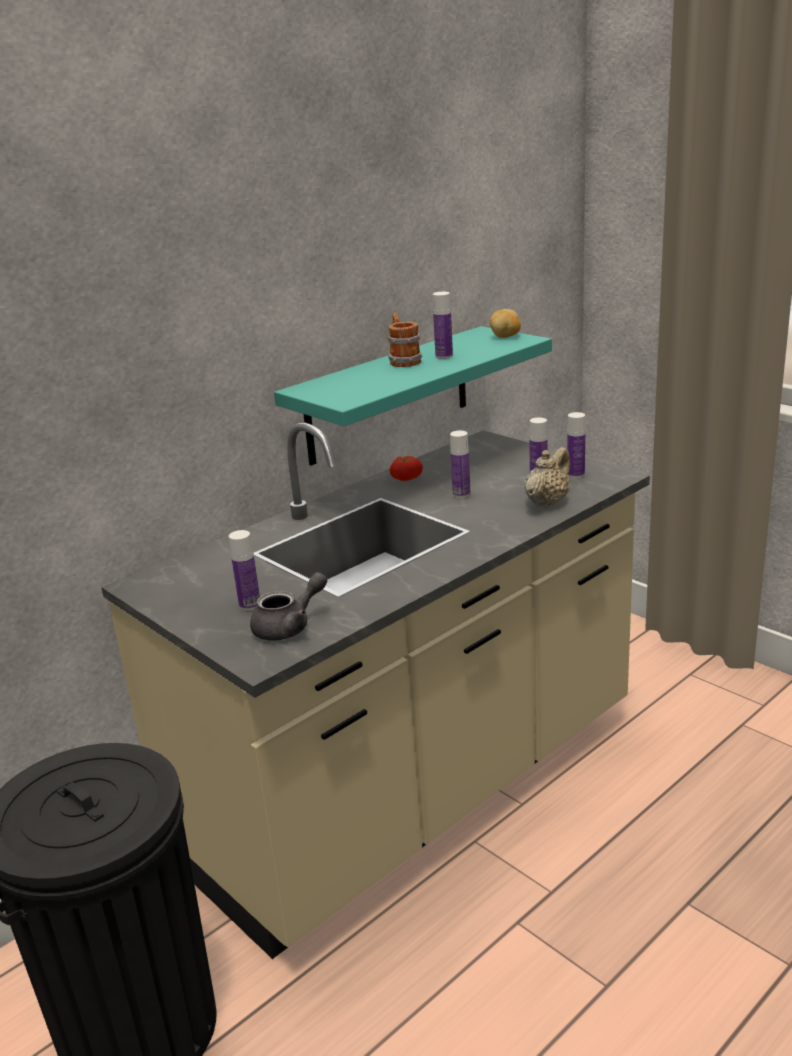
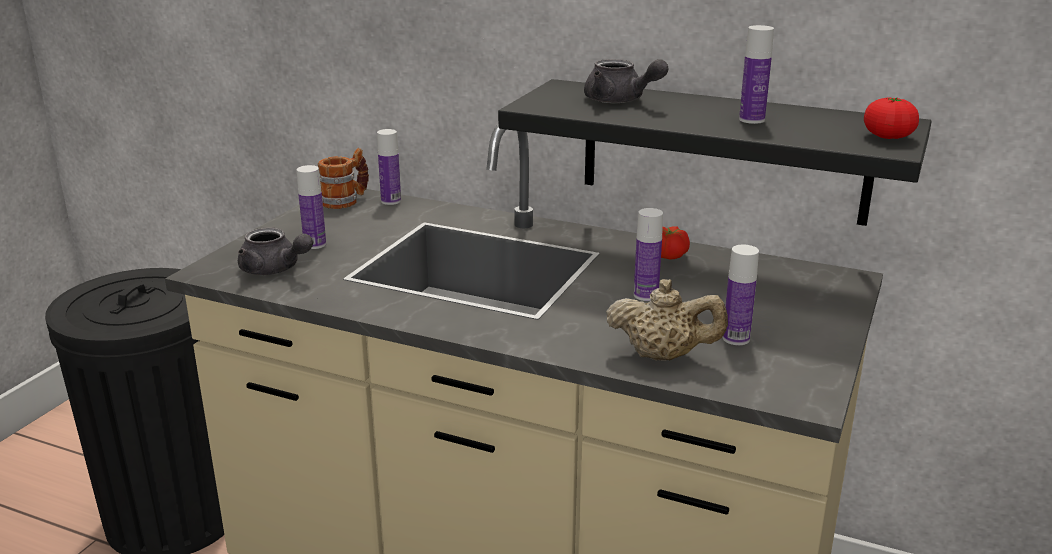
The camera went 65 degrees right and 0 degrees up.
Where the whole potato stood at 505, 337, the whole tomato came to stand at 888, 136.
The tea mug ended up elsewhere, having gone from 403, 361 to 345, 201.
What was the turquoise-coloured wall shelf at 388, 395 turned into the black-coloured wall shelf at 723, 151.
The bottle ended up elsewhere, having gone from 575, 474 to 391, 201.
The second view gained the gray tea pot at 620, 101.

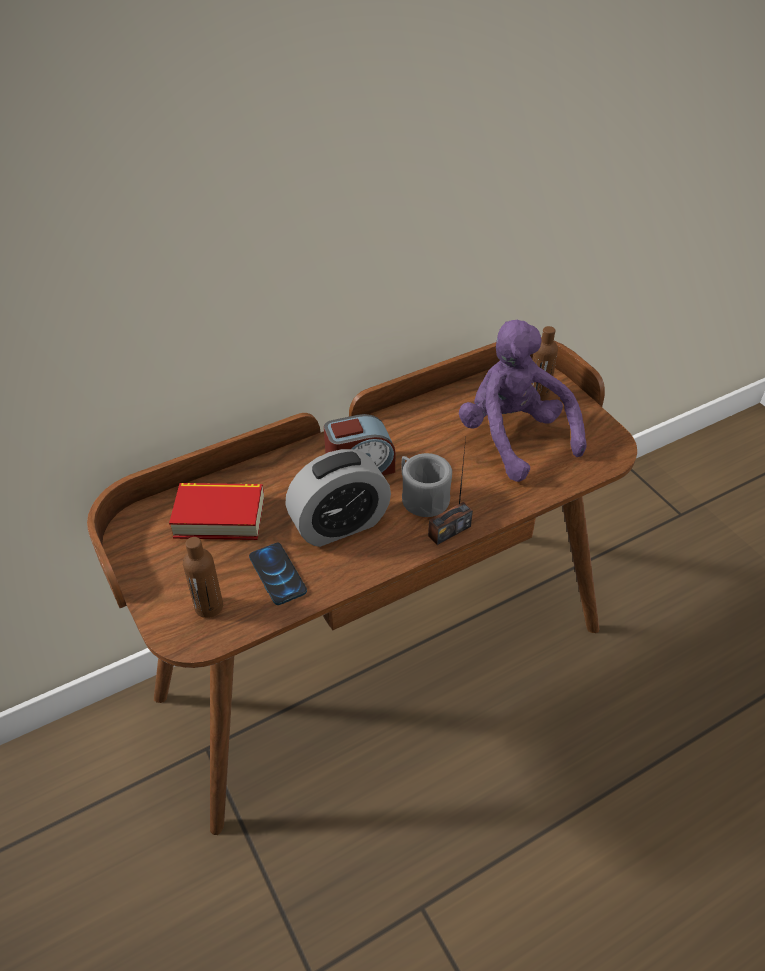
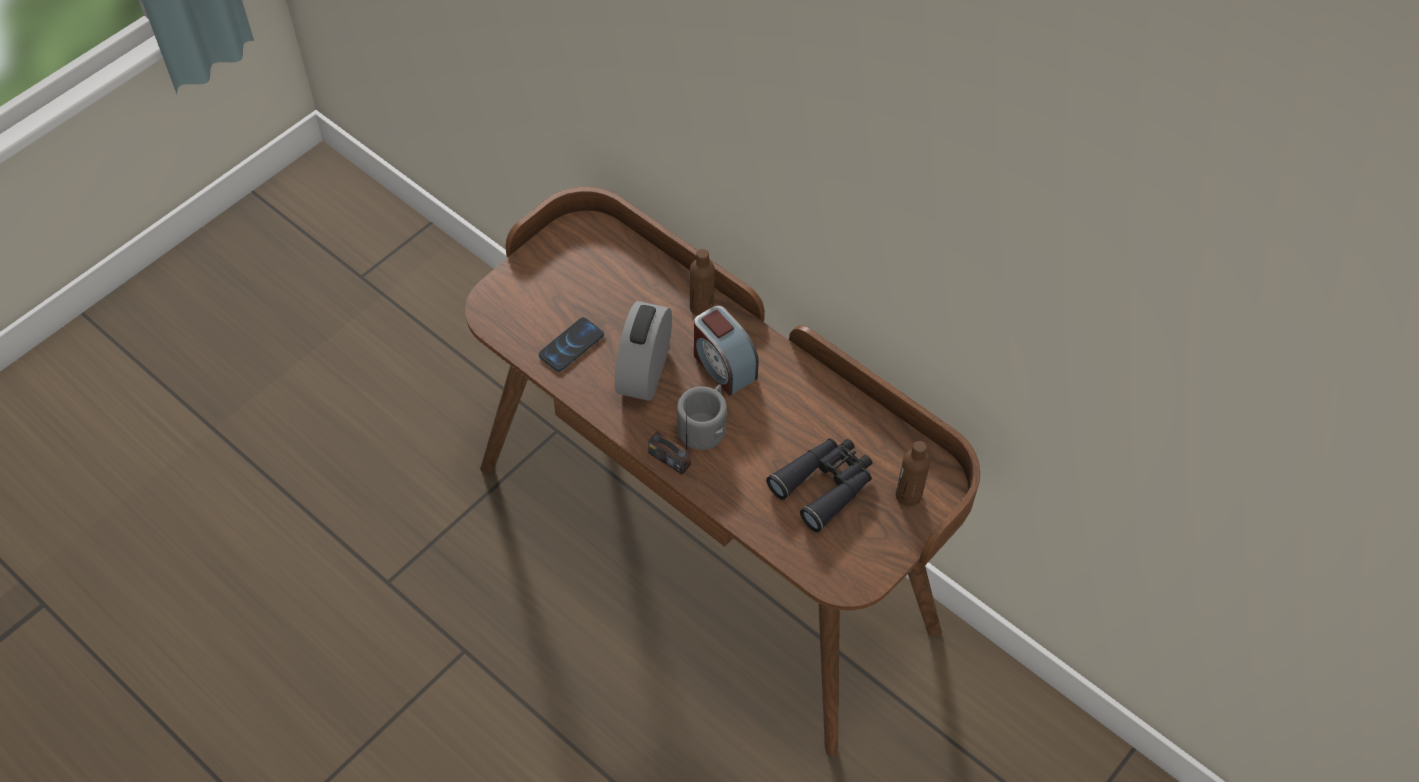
The camera went 70 degrees right and 10 degrees up.
Where the purple-coloured cuddly toy stood at 513, 437, the black-coloured field glasses came to stand at 825, 485.
The alarm clock at 339, 524 ended up facing another way, 60 degrees clockwise from before.
The second view lost the bound book at 219, 517.
The brown-coloured bottle ended up elsewhere, having gone from 209, 606 to 701, 307.

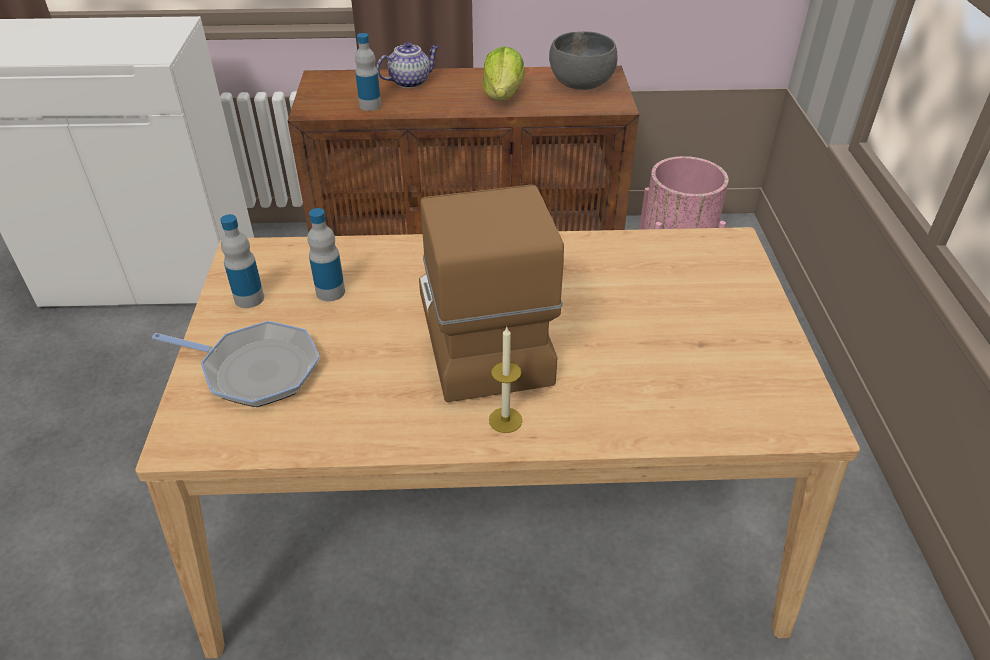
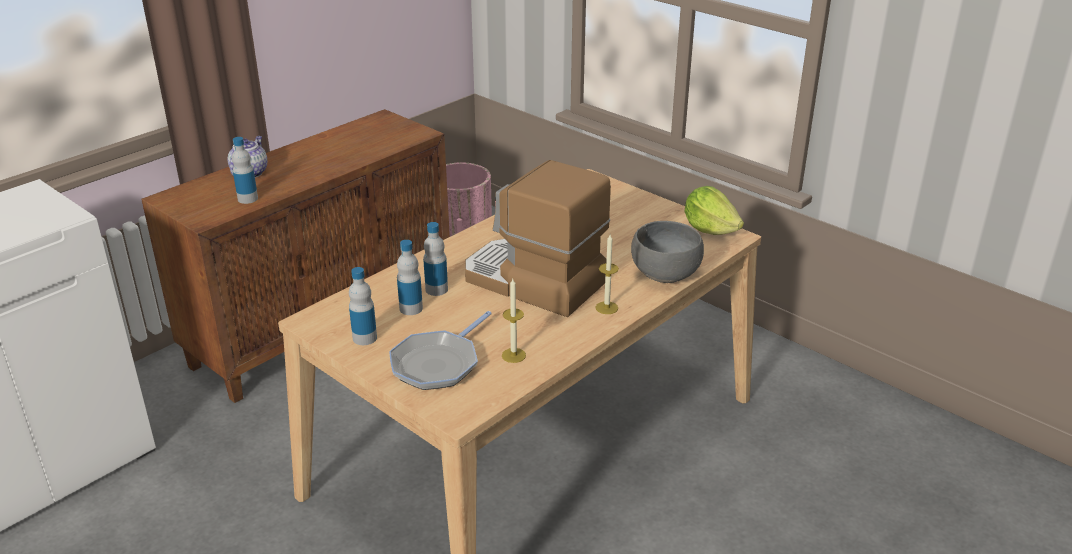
The camera went 45 degrees left and 10 degrees down.
The gray serving bowl ended up elsewhere, having gone from 581, 82 to 665, 273.
The lettuce head ended up elsewhere, having gone from 503, 95 to 710, 229.
The pan at 256, 370 ended up facing another way, 150 degrees clockwise from before.
The second view gained the bottle at 436, 289.
The second view gained the candle at 513, 355.

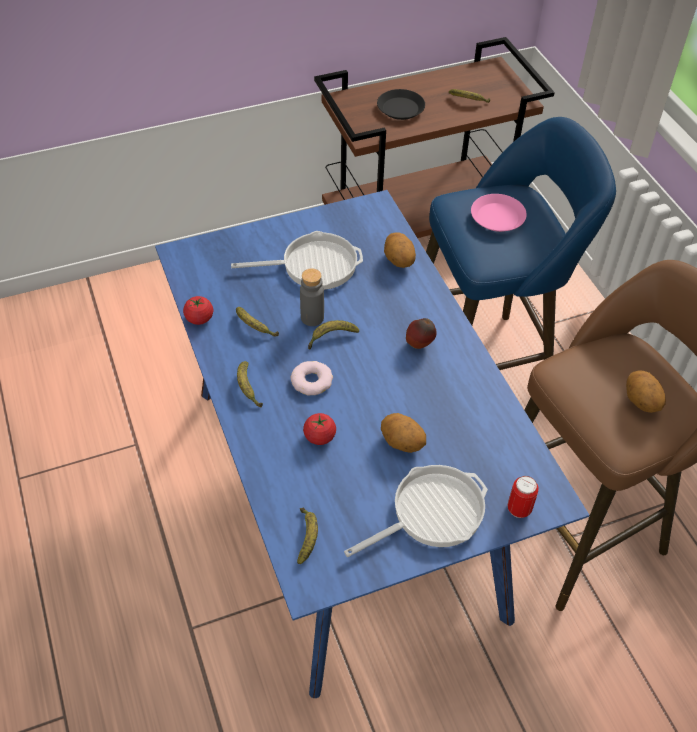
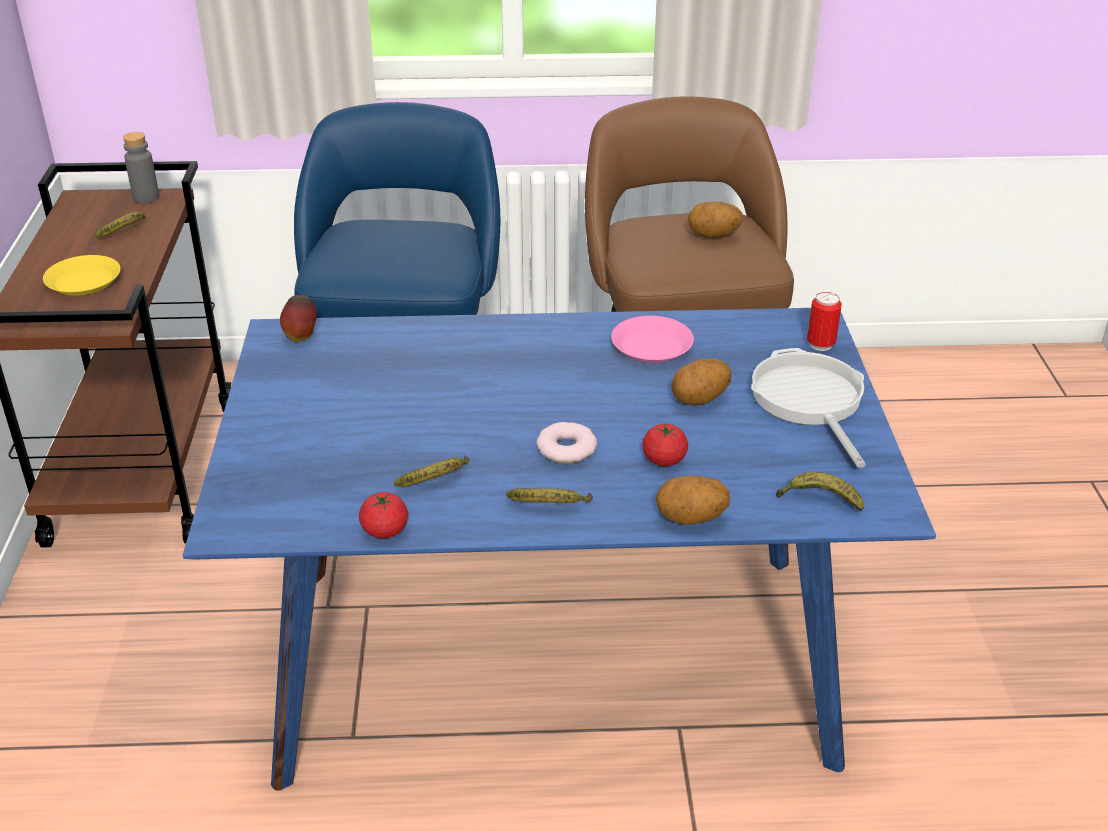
The camera went 70 degrees left and 15 degrees down.
What was the black-coloured flat dish at 400, 108 turned into the yellowish flat dish at 83, 281.
The pink-coloured flat dish ended up elsewhere, having gone from 497, 217 to 652, 346.
The second view lost the pan at 313, 265.
The whole potato ended up elsewhere, having gone from 398, 261 to 691, 520.
The gray bottle ended up elsewhere, having gone from 312, 317 to 146, 198.
The whole apple ended up elsewhere, having gone from 419, 344 to 301, 337.
The second view lost the banana fruit at 331, 337.

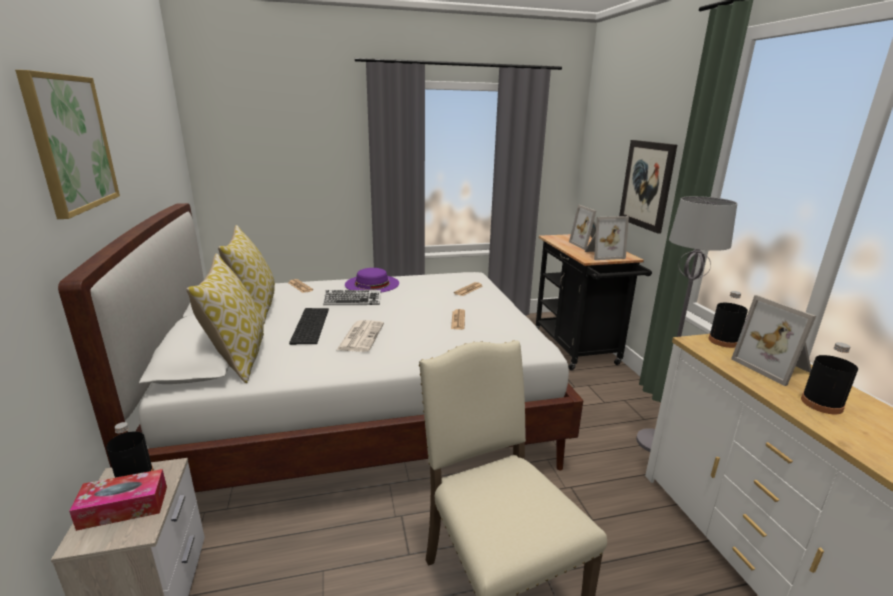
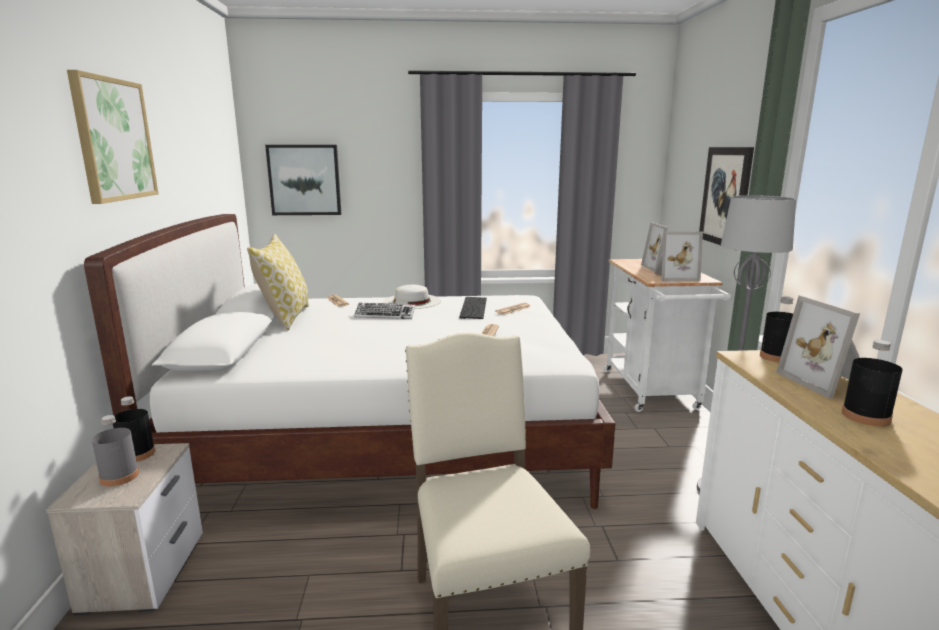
The camera went 10 degrees right and 5 degrees down.
What was the black-coloured cart at 578, 350 turned into the white cart at 652, 392.
The second view lost the cushion at 238, 358.
What was the purple-coloured wearable hat at 372, 284 turned into the white wearable hat at 412, 301.
The PC keyboard ended up elsewhere, having gone from 309, 325 to 472, 307.
The second view lost the printed paper at 361, 336.
Where the tissue holder stood at 124, 507, the gray bottle came to stand at 119, 476.
The second view gained the picture at 304, 180.

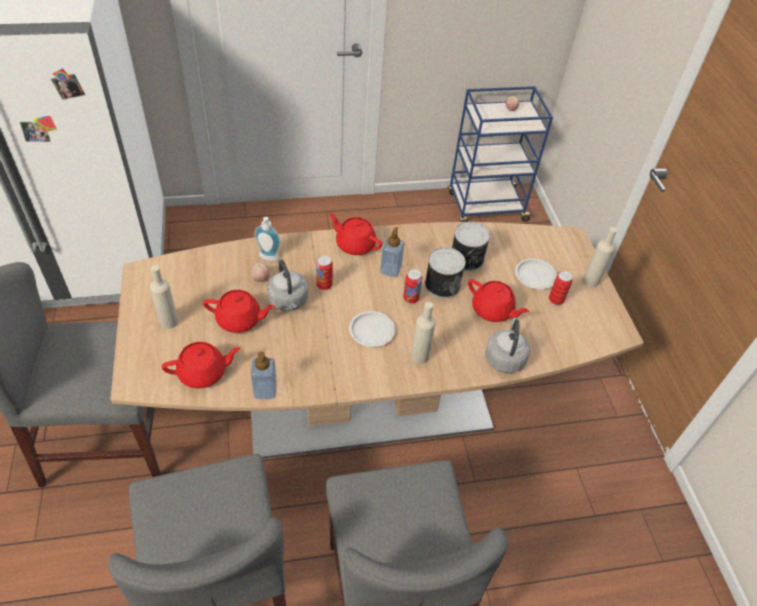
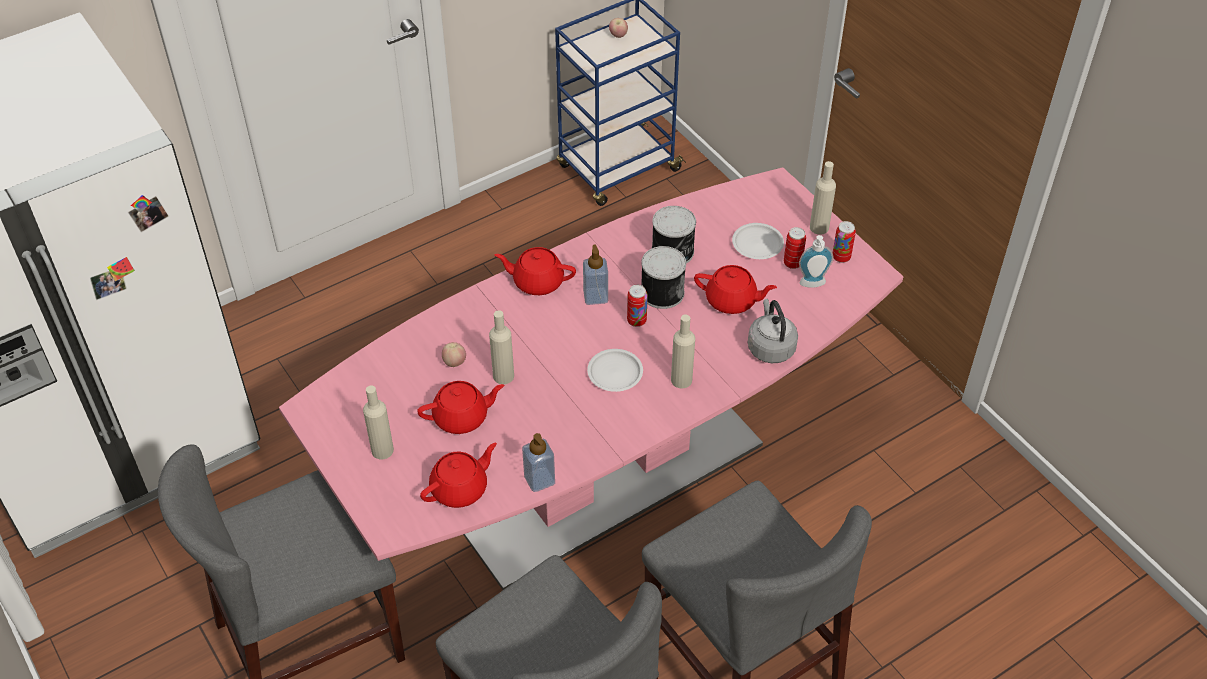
The camera went 20 degrees left and 0 degrees up.
The soap dispenser ended up elsewhere, having gone from 268, 258 to 813, 285.
What was the brown-coloured kitchen table at 370, 403 turned into the pink-coloured kitchen table at 604, 471.
The can ended up elsewhere, having gone from 324, 285 to 841, 257.
Where the gray kettle stood at 289, 301, the beige-coloured bottle came to stand at 503, 376.

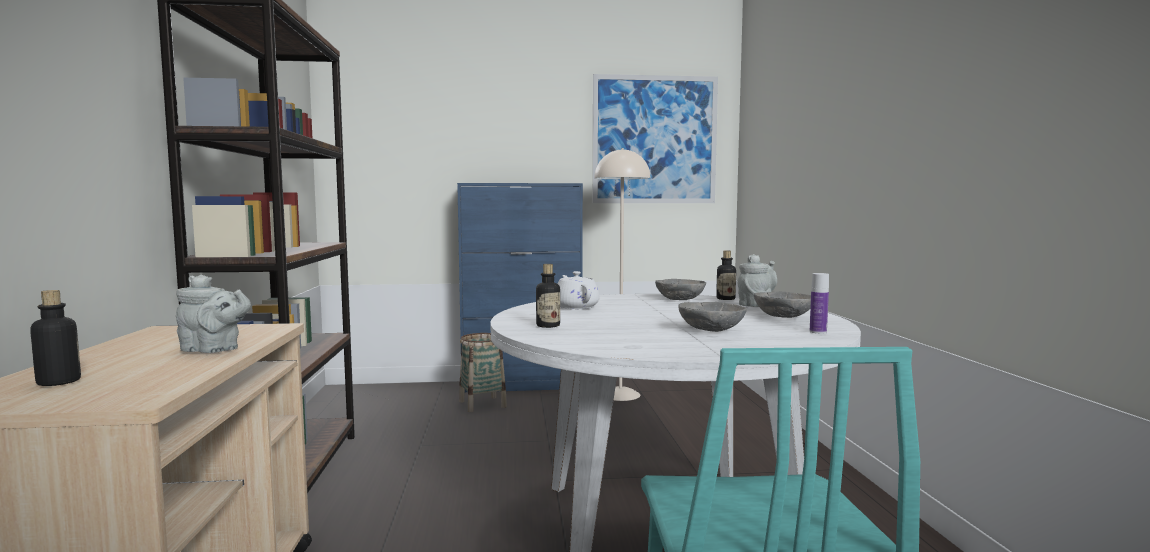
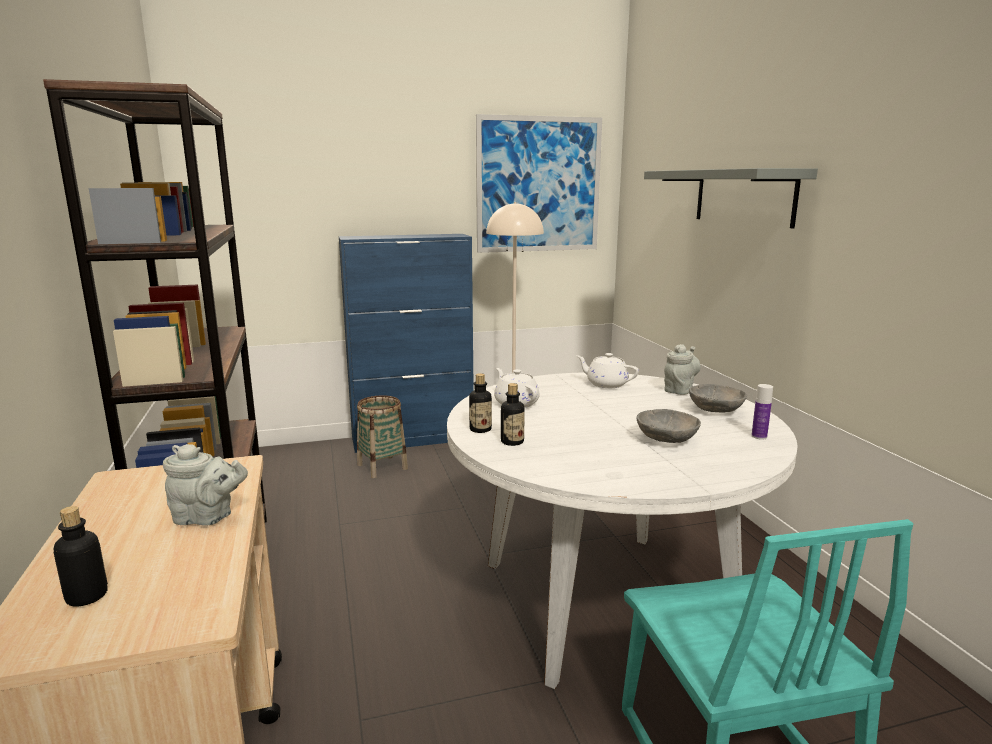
The camera went 10 degrees left and 10 degrees up.
The bottle ended up elsewhere, having gone from 725, 299 to 480, 429.
Where the gray serving bowl stood at 680, 300, the white tea pot came to stand at 606, 384.
The second view gained the gray wall shelf at 743, 196.

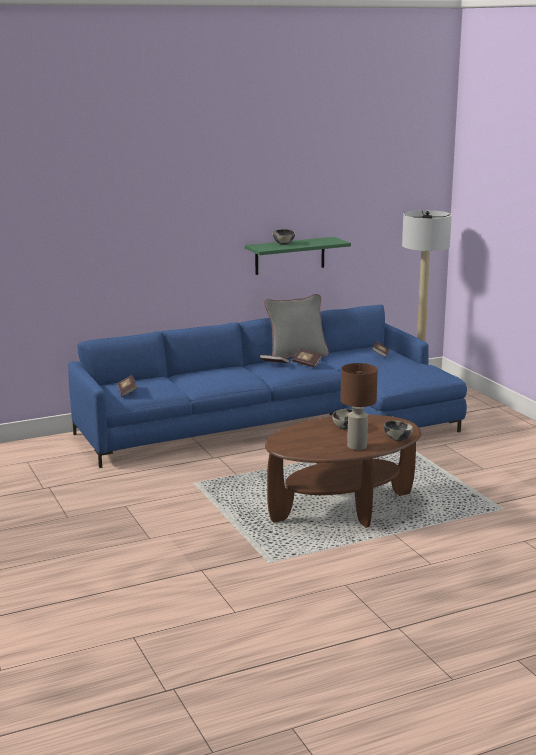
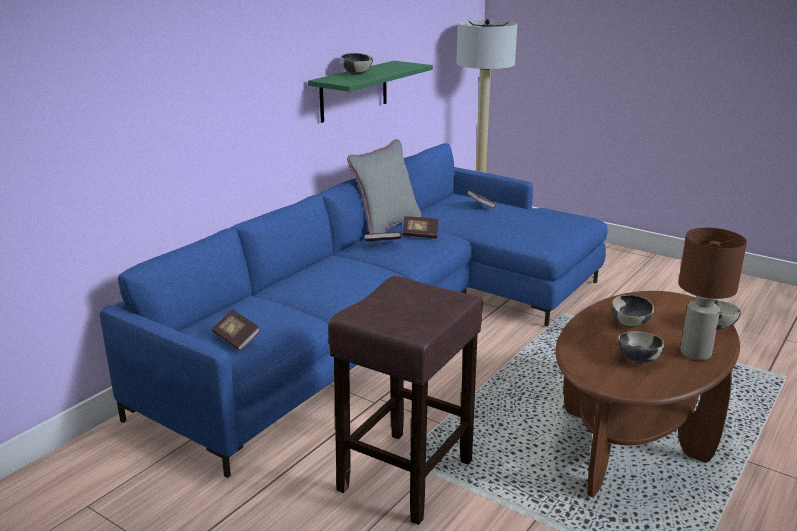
The camera went 30 degrees left and 5 degrees up.
The second view gained the brown-coloured stool seat at 407, 473.
The second view gained the serving bowl at 638, 360.

